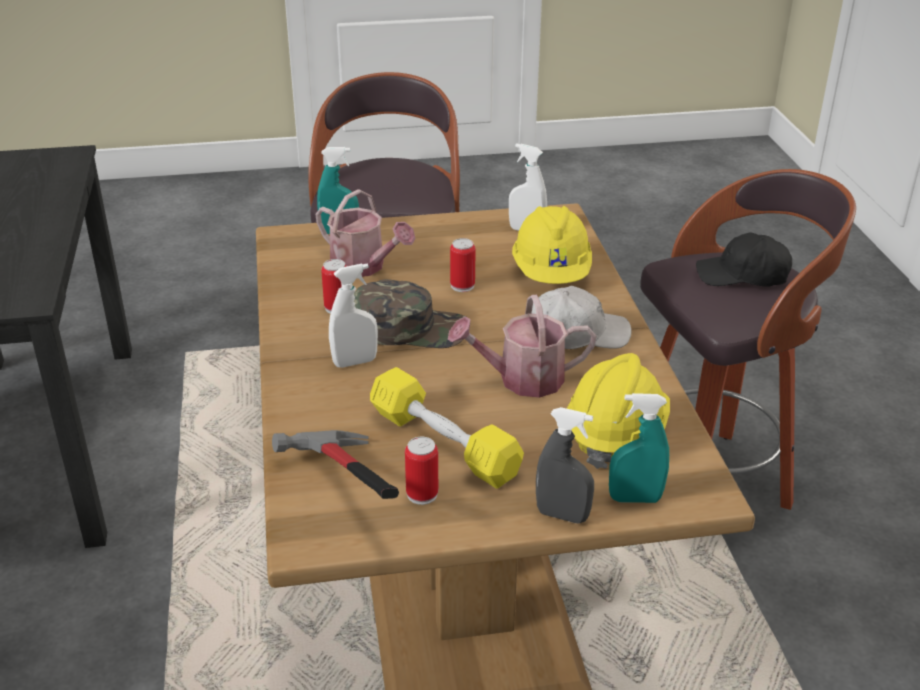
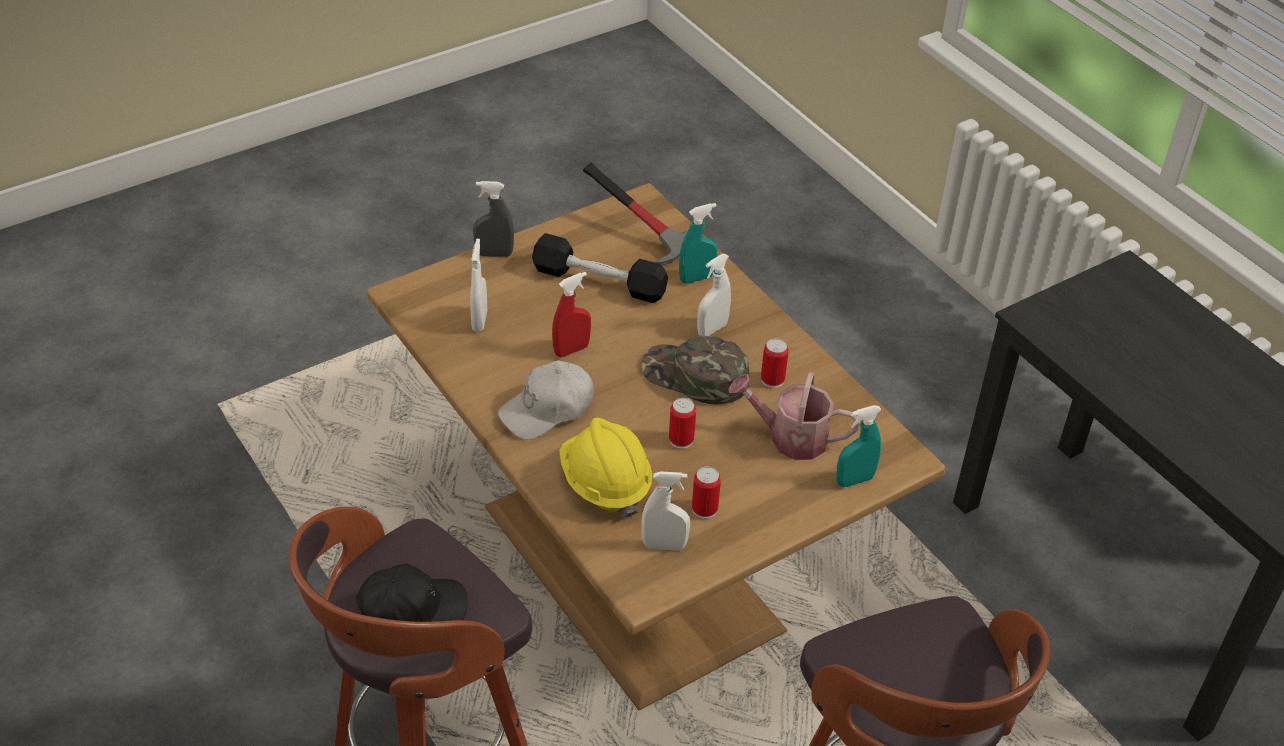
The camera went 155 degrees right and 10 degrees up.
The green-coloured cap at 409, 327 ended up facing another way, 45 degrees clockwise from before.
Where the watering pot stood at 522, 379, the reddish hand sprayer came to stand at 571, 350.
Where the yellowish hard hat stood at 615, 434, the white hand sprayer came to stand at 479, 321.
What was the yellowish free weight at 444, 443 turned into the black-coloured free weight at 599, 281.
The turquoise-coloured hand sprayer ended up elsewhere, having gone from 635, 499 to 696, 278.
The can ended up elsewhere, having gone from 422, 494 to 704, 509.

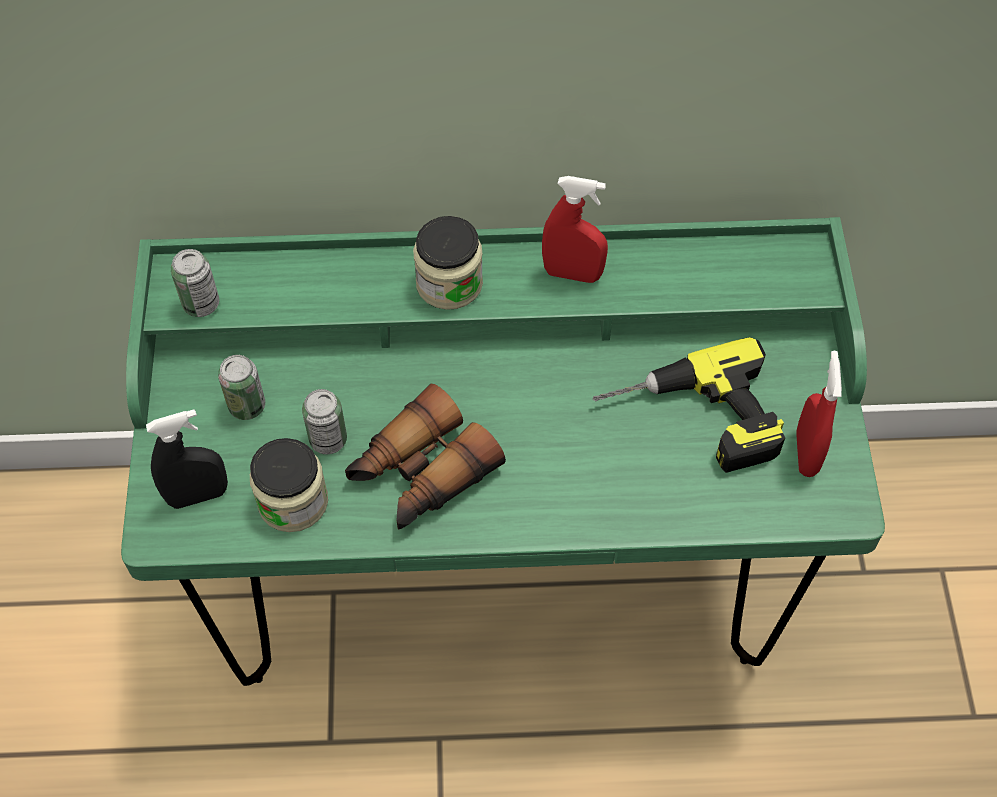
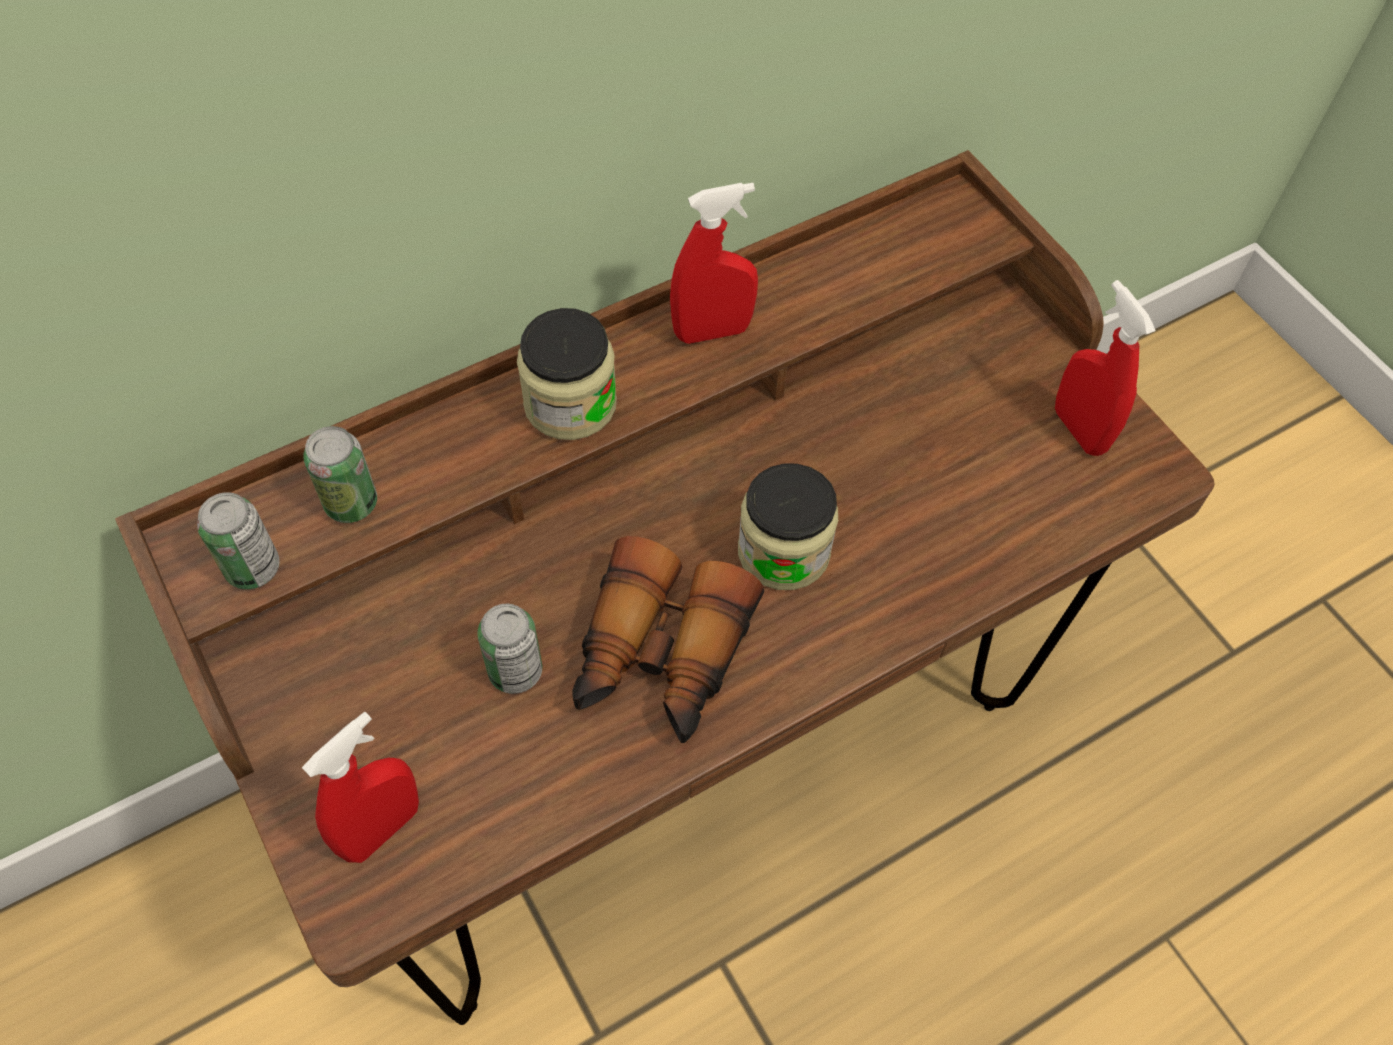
The camera went 30 degrees left and 0 degrees up.
What was the green-coloured desk at 498, 580 turned into the brown-coloured desk at 685, 748.
The second view lost the drill at 692, 422.
The can ended up elsewhere, having gone from 247, 406 to 351, 503.
What was the black-coloured hand sprayer at 198, 495 turned into the reddish hand sprayer at 382, 829.
The preserve jar ended up elsewhere, having gone from 293, 501 to 783, 551.

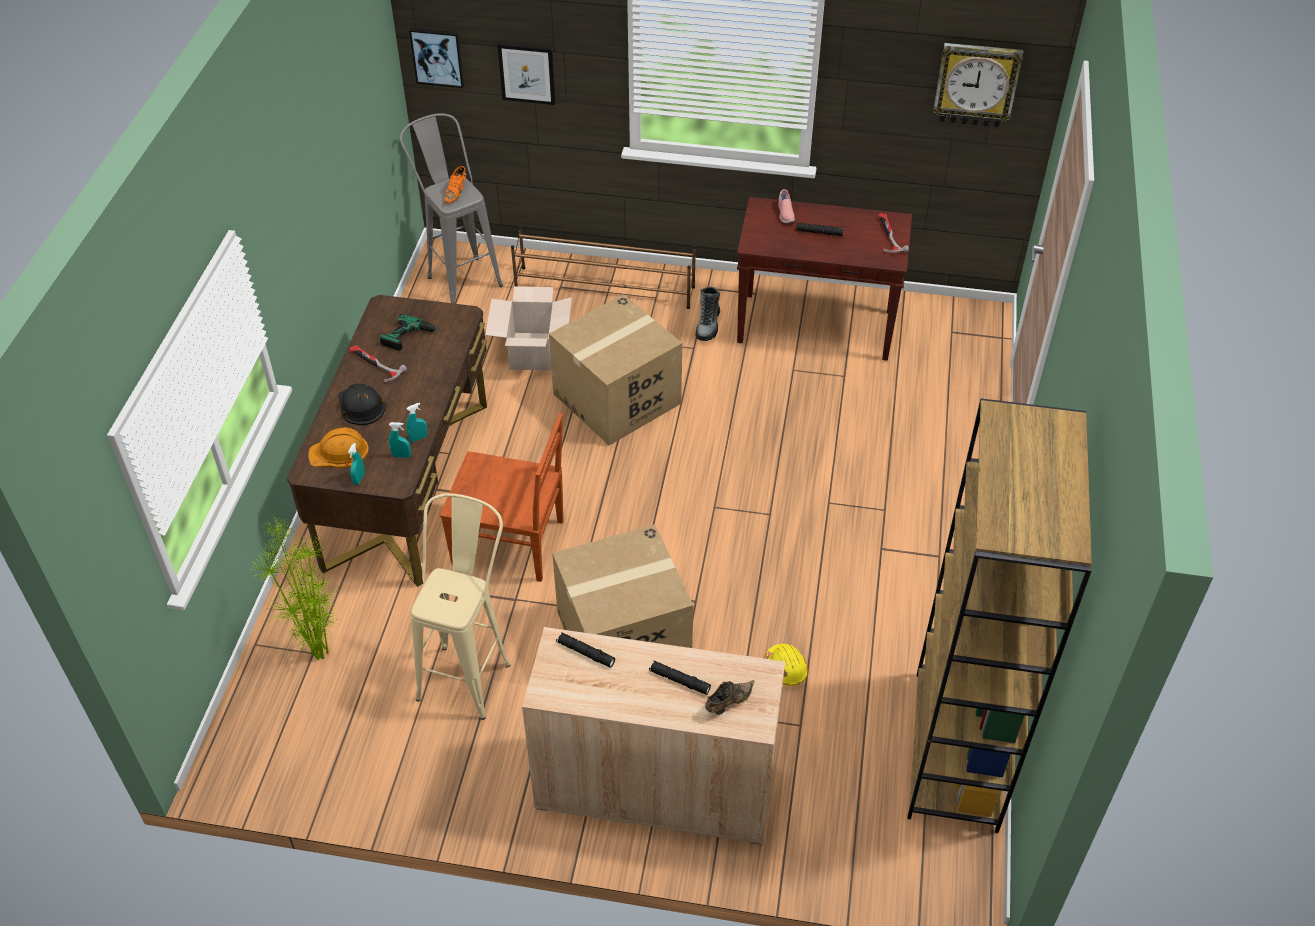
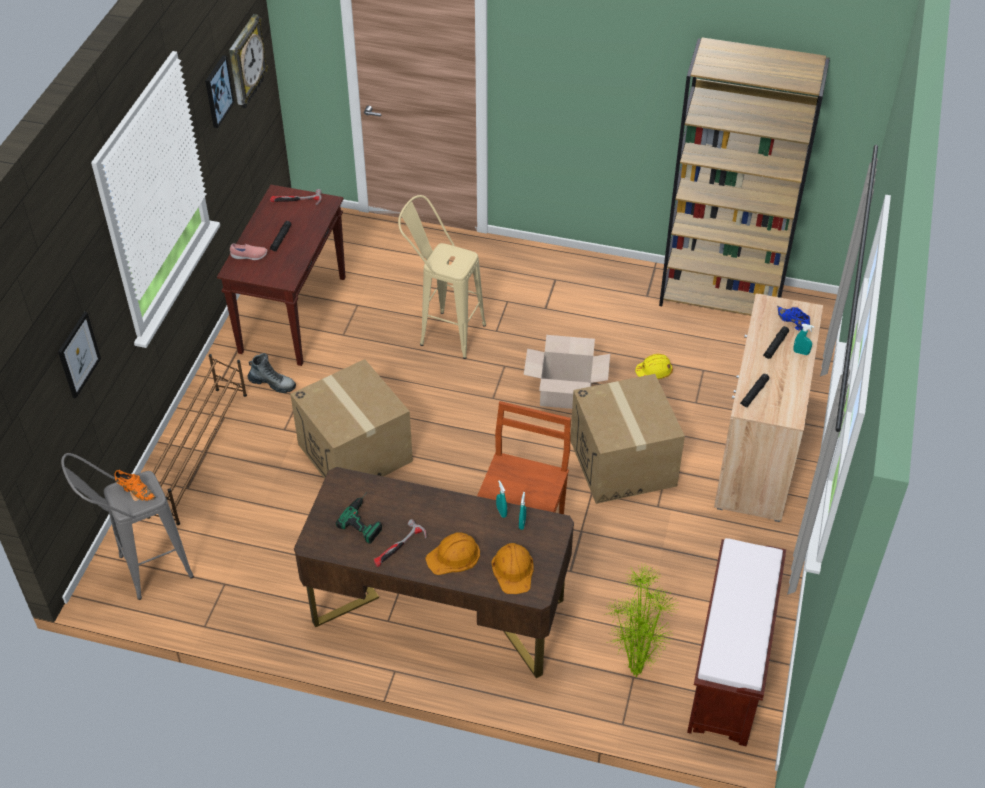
The camera went 85 degrees left and 0 degrees up.
The picture ended up elsewhere, having gone from 437, 57 to 218, 91.
The packing box ended up elsewhere, having gone from 533, 352 to 566, 393.
What was the black-coloured hard hat at 360, 406 turned into the orange-coloured hard hat at 454, 556.
The turquoise-coloured hand sprayer ended up elsewhere, having gone from 359, 479 to 801, 352.
The beige-coloured stool seat ended up elsewhere, having gone from 469, 670 to 443, 332.
What was the brown-coloured low shoe at 727, 703 turned into the blue-coloured low shoe at 792, 323.
The second view gained the brown-coloured bench at 729, 672.

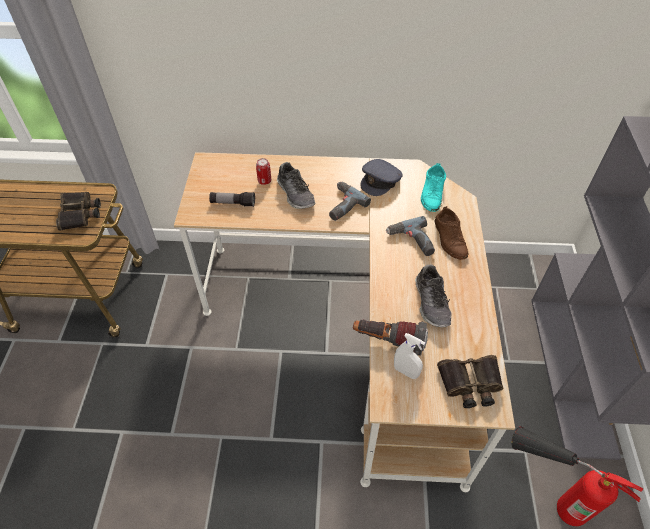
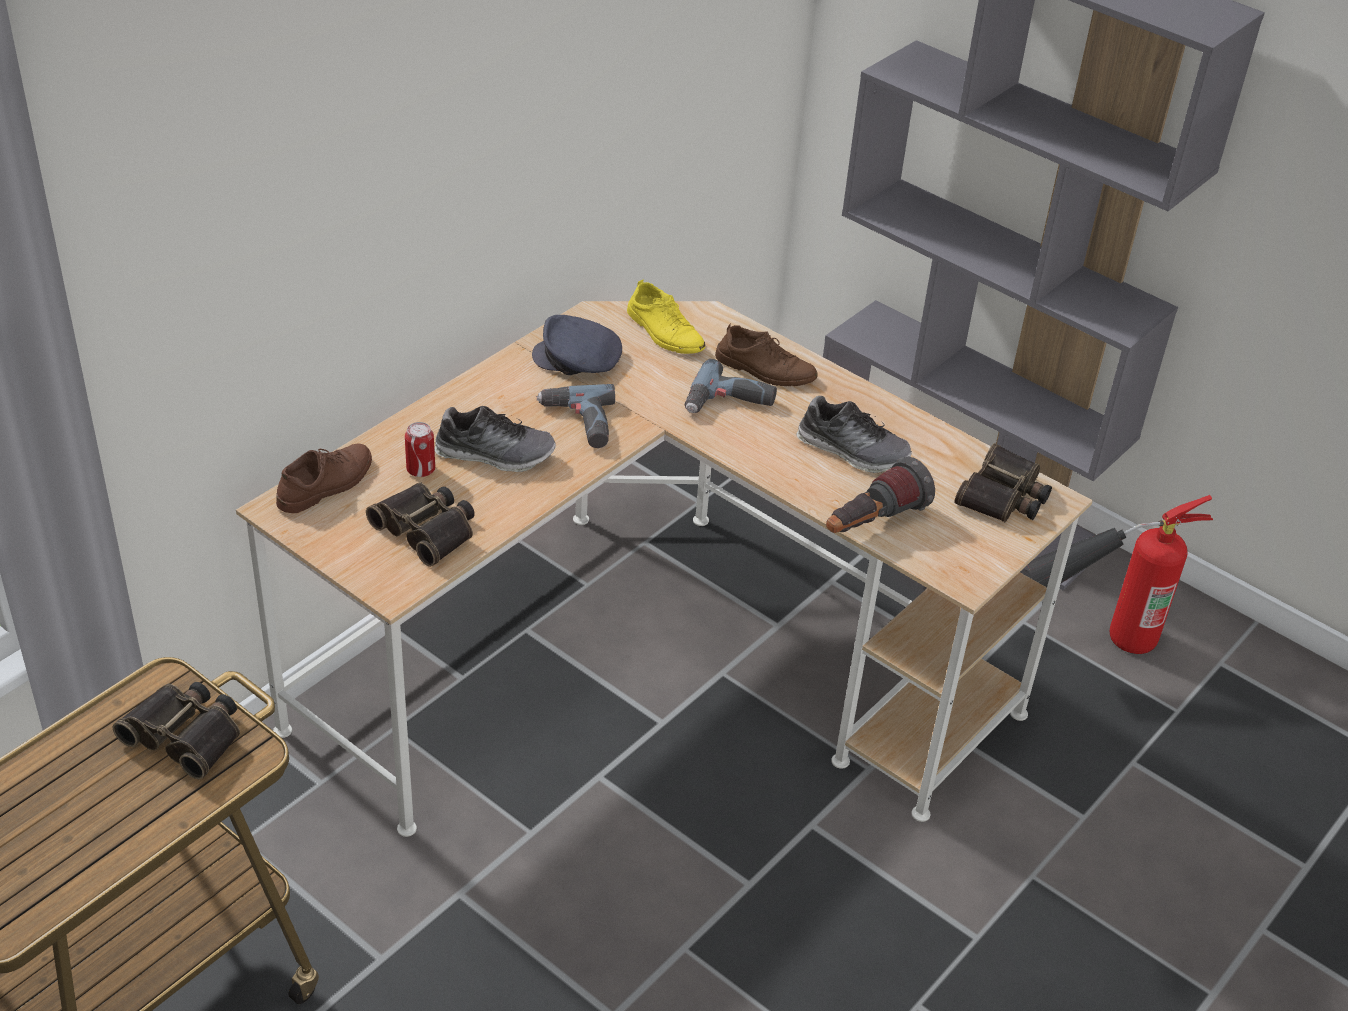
The camera went 55 degrees left and 10 degrees down.
The gray cap at 380, 181 ended up facing another way, 120 degrees clockwise from before.
What was the turquoise-coloured low shoe at 432, 193 turned into the yellowish low shoe at 664, 332.
Where the torch stood at 233, 203, the field glasses came to stand at 428, 529.
The second view lost the white hand sprayer at 405, 372.
The second view gained the brown-coloured low shoe at 326, 484.

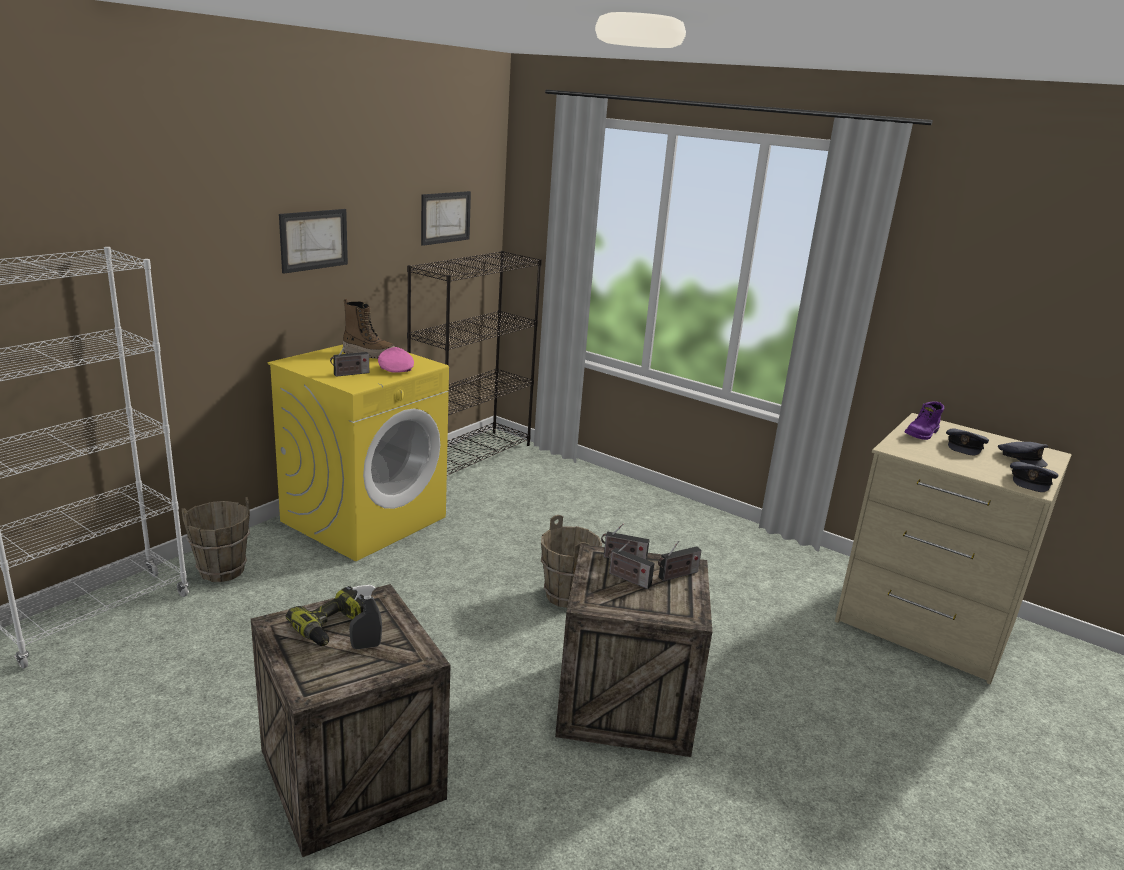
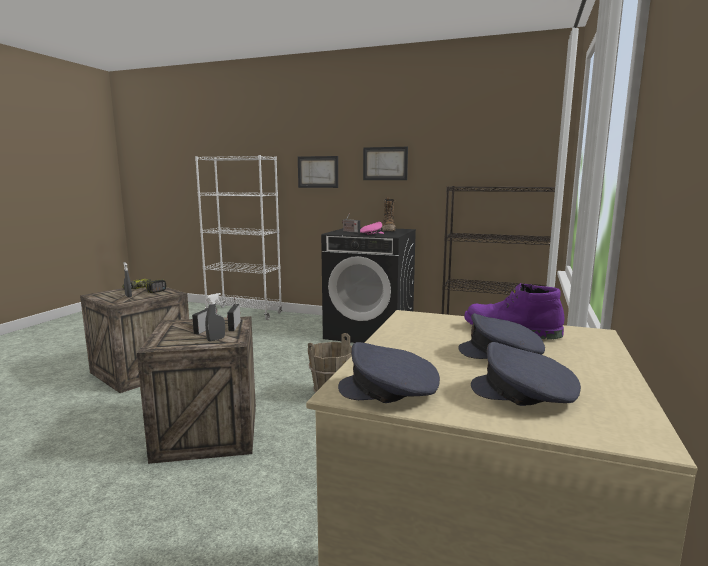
The camera went 75 degrees right and 10 degrees down.
The picture ended up elsewhere, having gone from 445, 217 to 318, 172.
What was the yellowish washing machine at 364, 518 turned into the black-coloured washing machine at 370, 332.
The gray cap at 1021, 458 ended up facing another way, 75 degrees clockwise from before.
The second view lost the brown-coloured water bucket at 221, 570.
Where the radio stood at 676, 575, the gray hand sprayer came to stand at 216, 339.

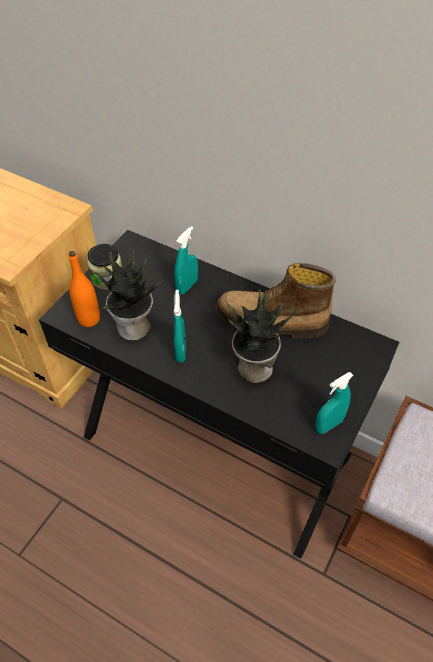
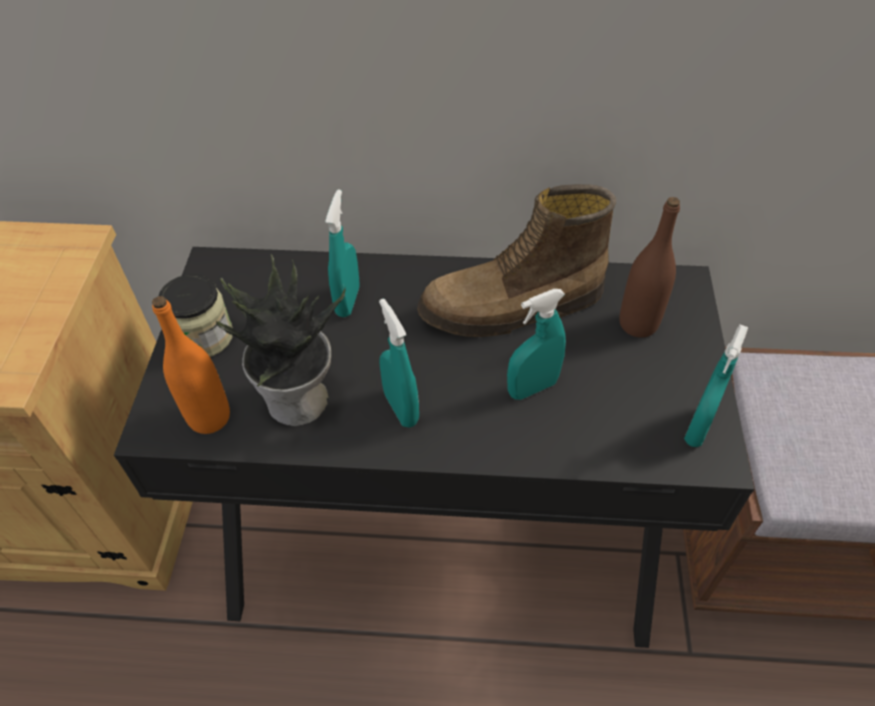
The camera went 25 degrees left and 0 degrees up.
Where the houseplant stood at 253, 368, the turquoise-coloured hand sprayer came to stand at 532, 388.
The second view gained the brown-coloured bottle at 638, 324.

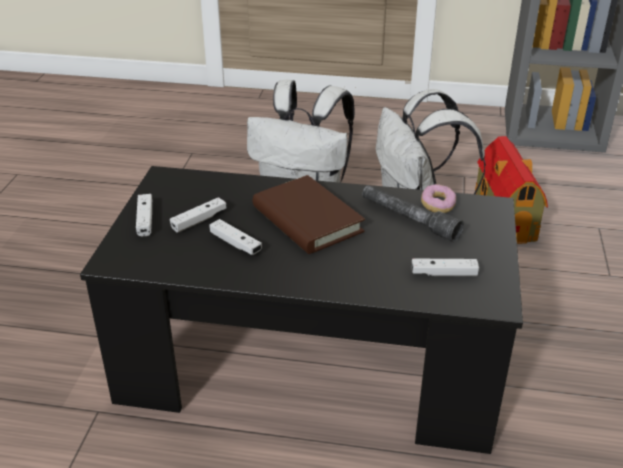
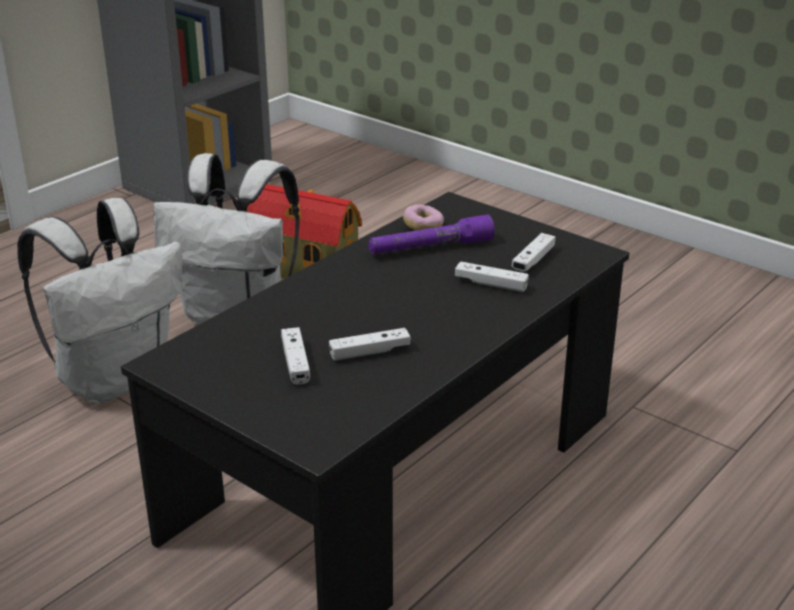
The camera went 60 degrees left and 5 degrees down.
The second view lost the brown-coloured bound book at 307, 219.
What was the gray torch at 408, 219 turned into the purple-coloured torch at 430, 247.
The white game controller ended up elsewhere, having gone from 145, 220 to 491, 284.

